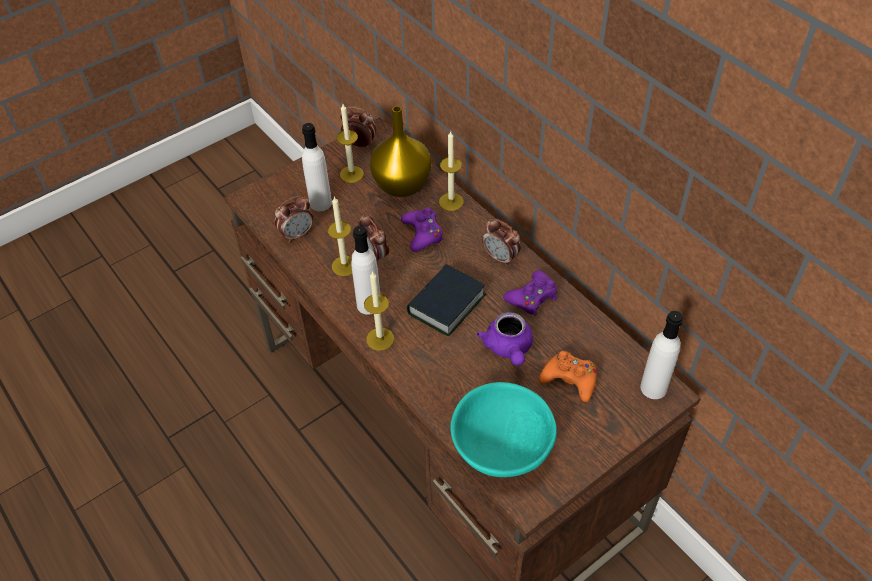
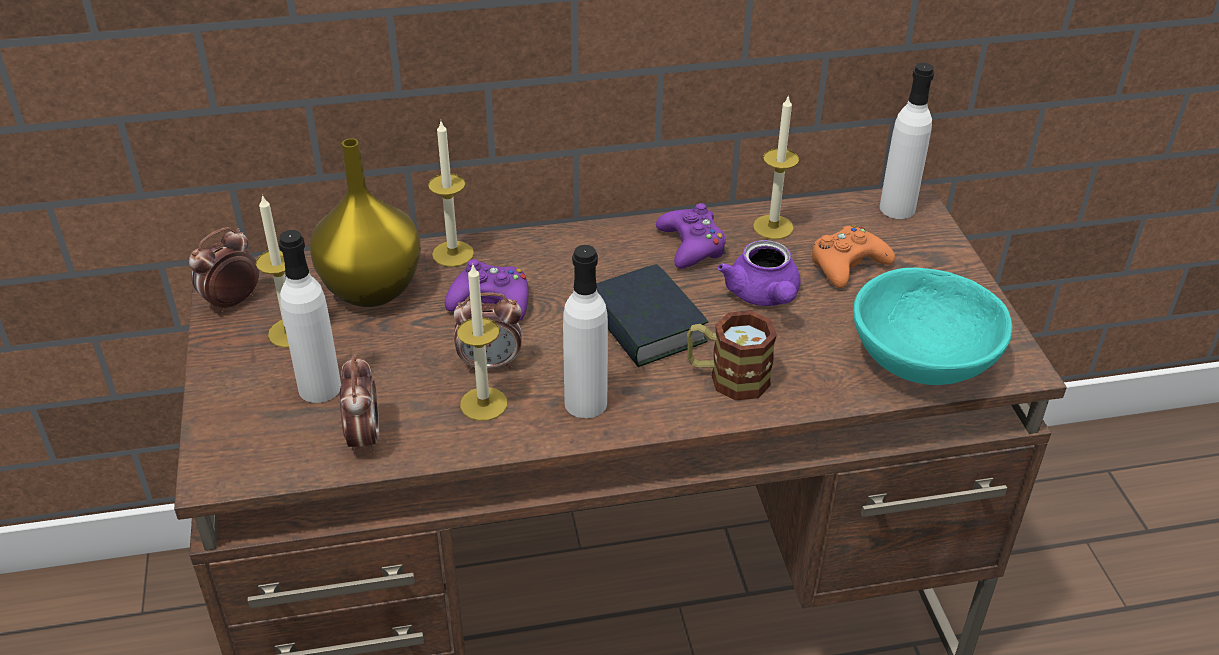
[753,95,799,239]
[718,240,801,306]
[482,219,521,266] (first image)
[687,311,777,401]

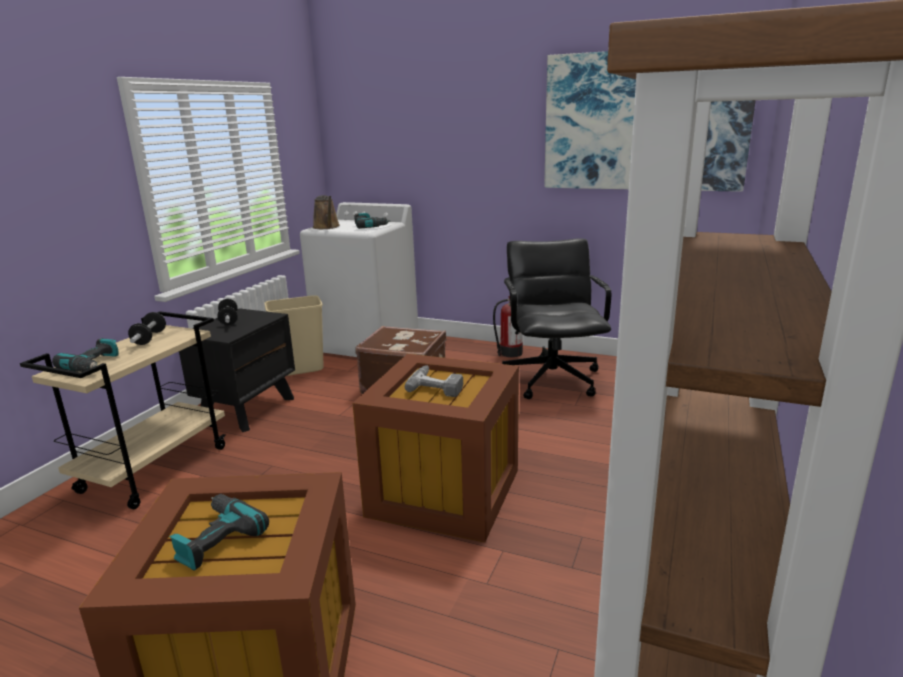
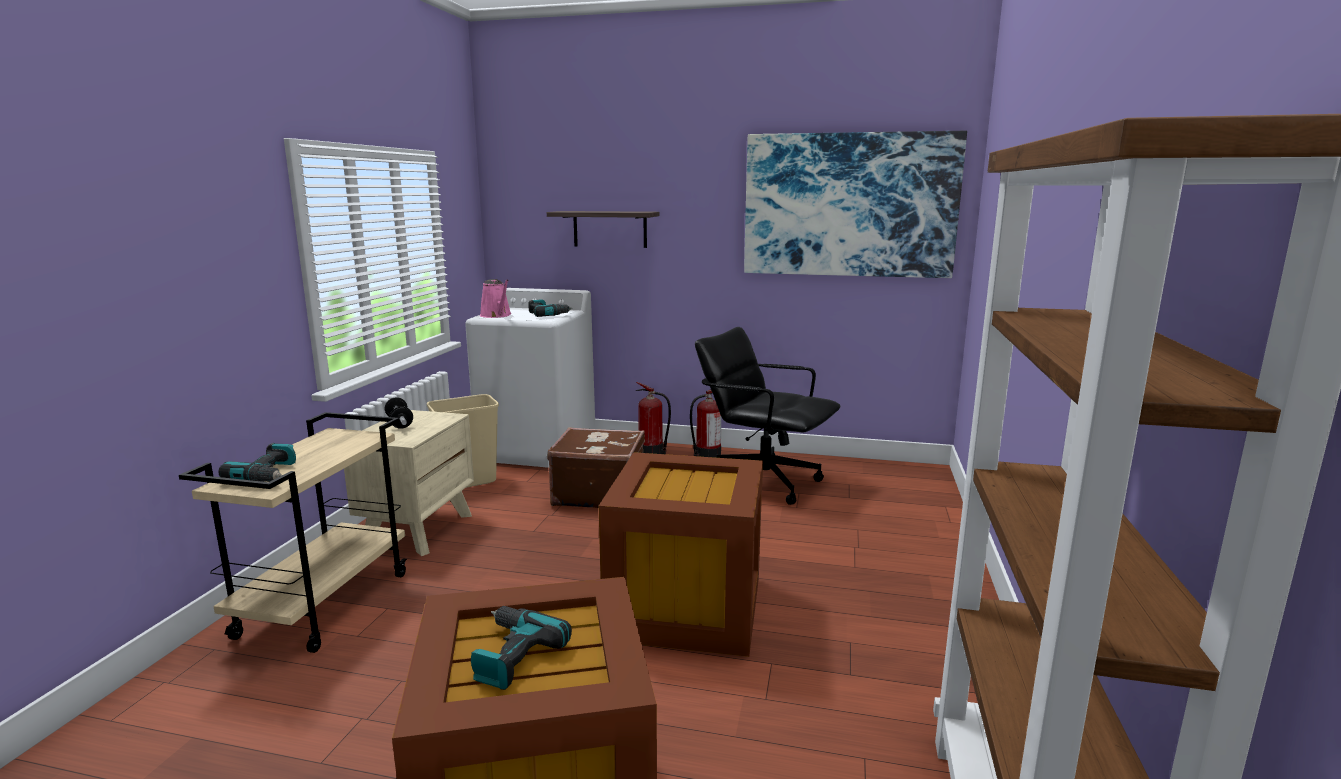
[128,312,166,345] (first image)
[344,410,474,556]
[480,279,511,318]
[405,366,463,397] (first image)
[695,327,841,505]
[547,211,660,248]
[636,382,671,454]

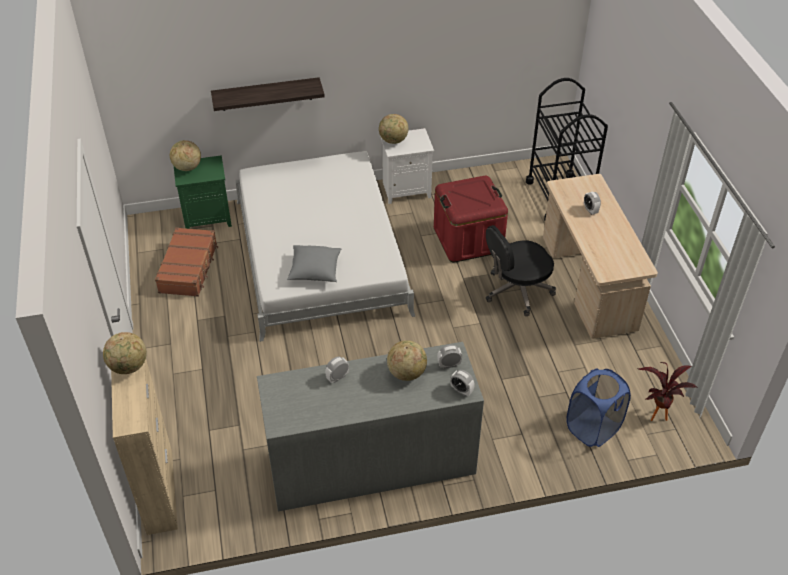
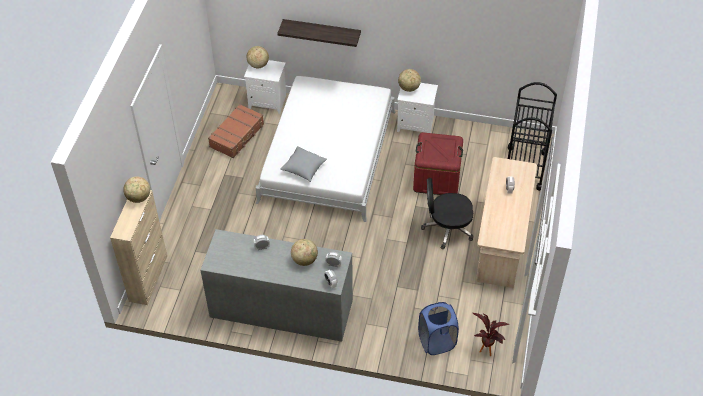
[244,60,286,114]

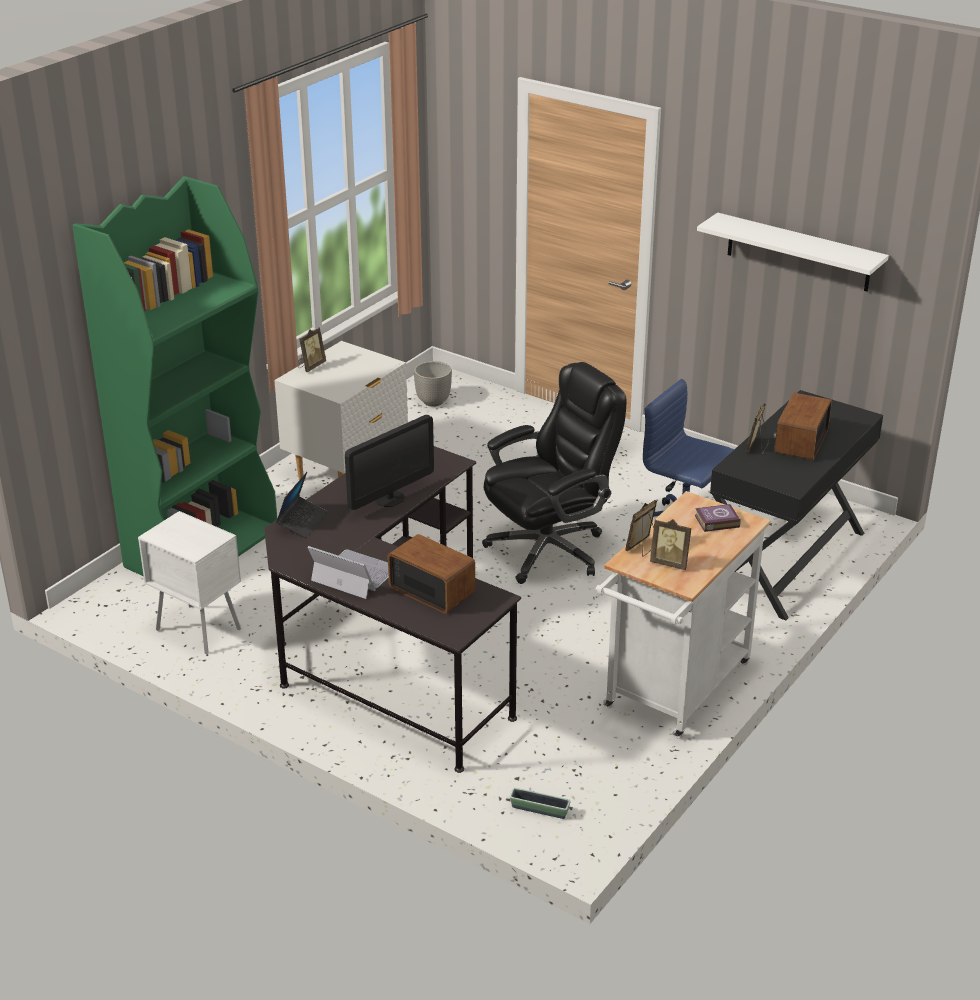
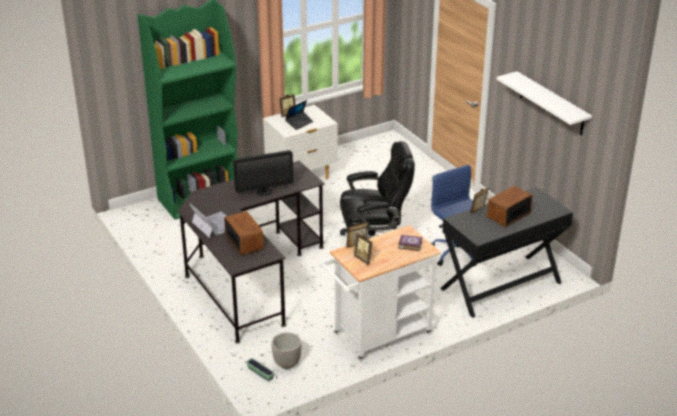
[138,511,241,654] (first image)
[285,100,314,130]
[271,332,302,369]

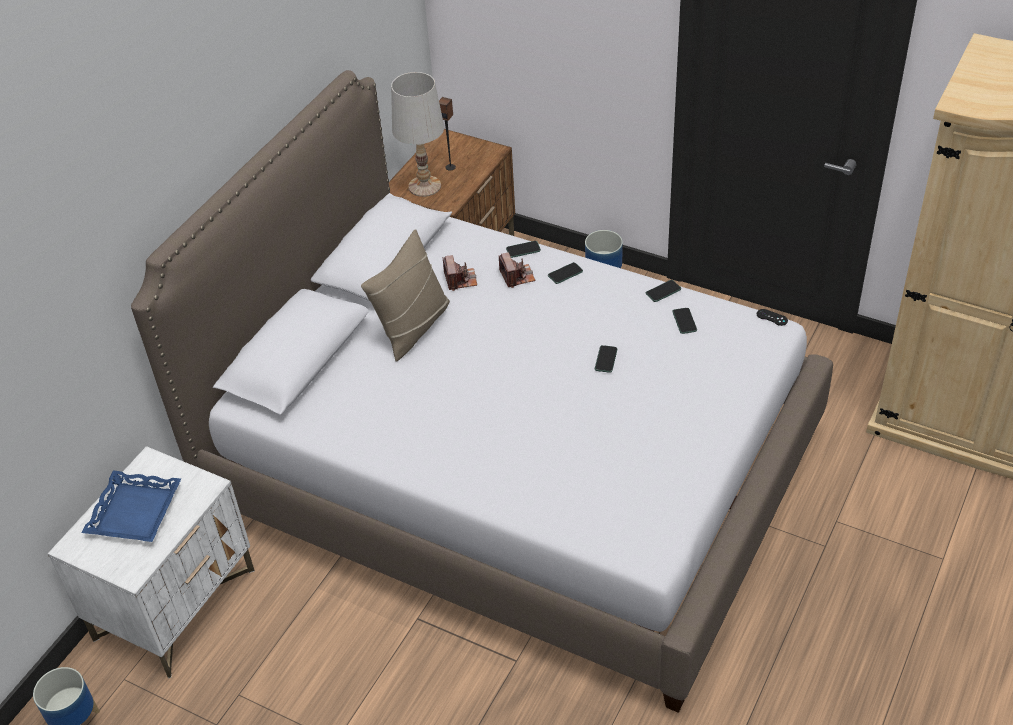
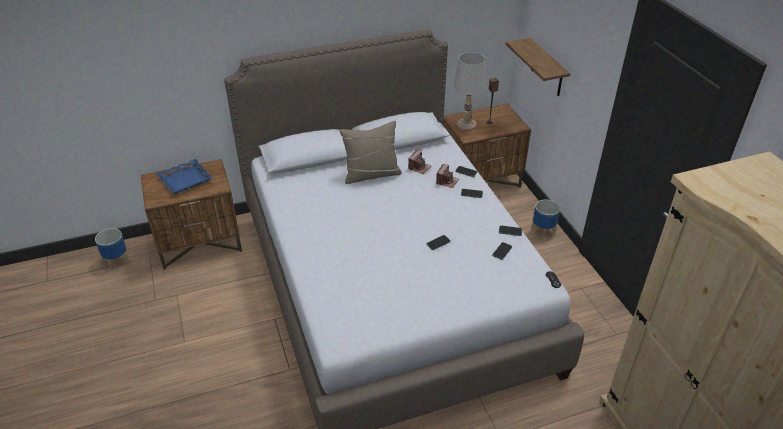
[140,159,242,270]
[506,38,570,96]

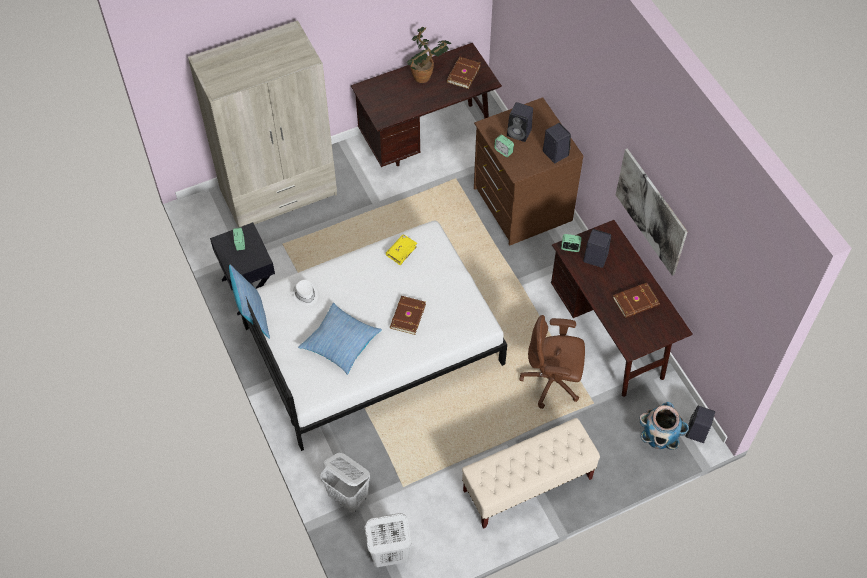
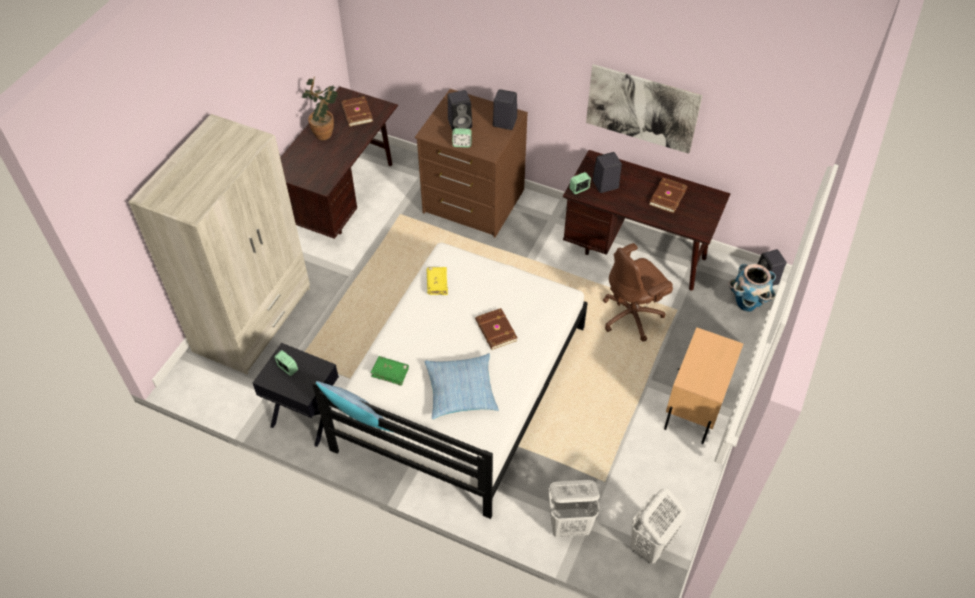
[371,356,409,386]
[664,327,743,444]

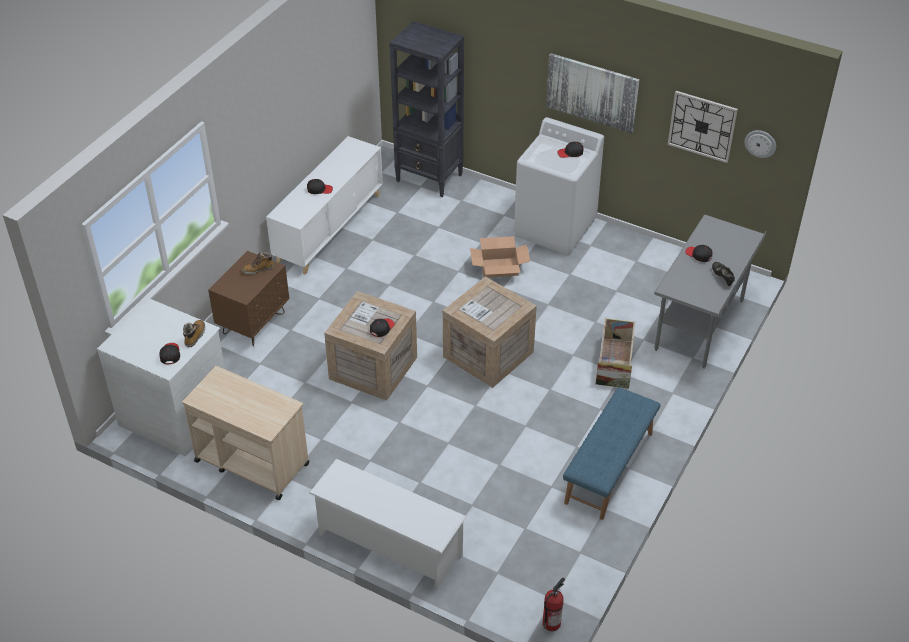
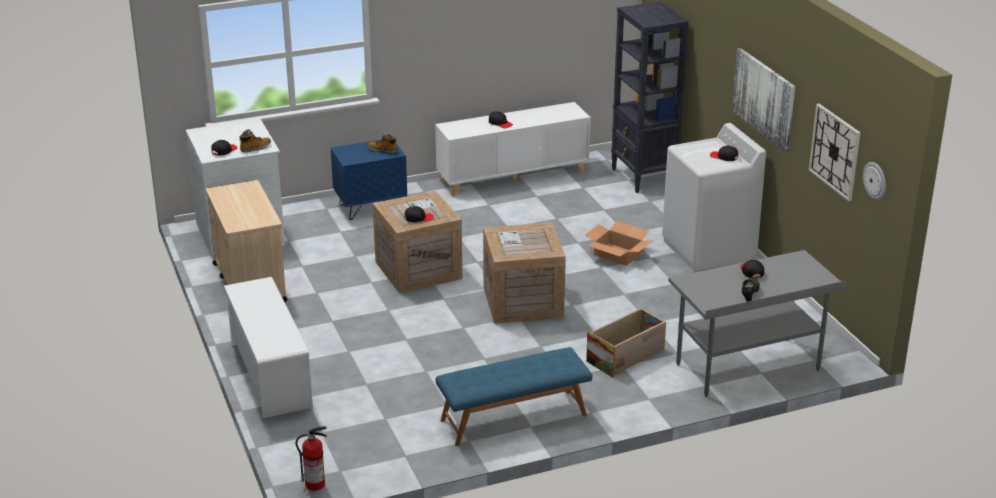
[331,140,407,220]

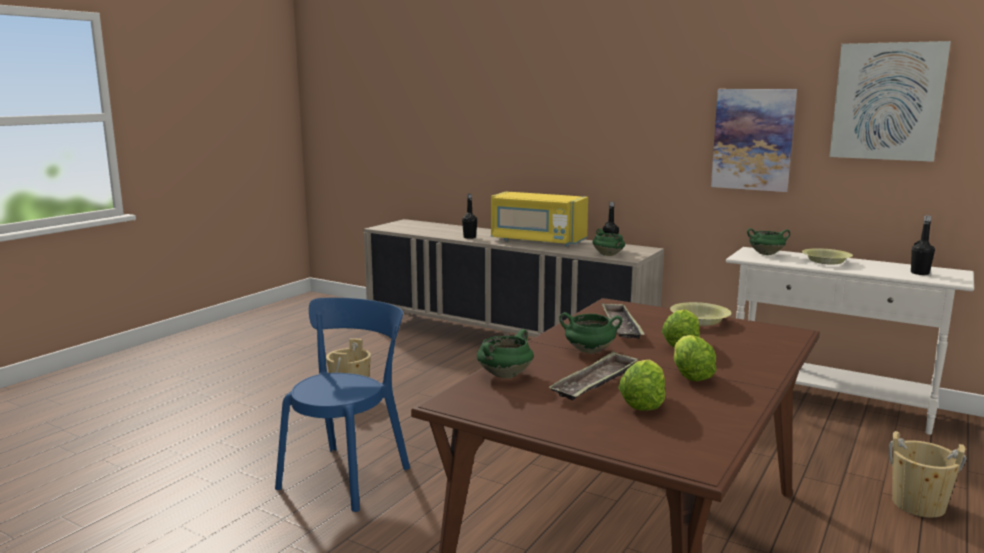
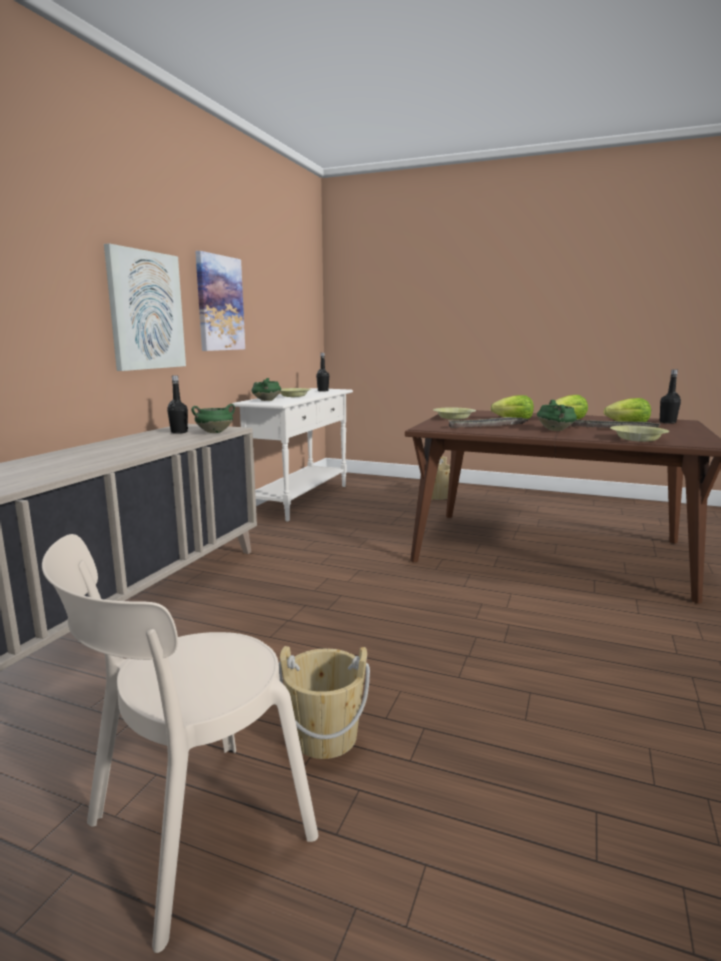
[275,298,410,512] (first image)
[659,369,681,424]
[610,425,669,442]
[491,192,588,246] (first image)
[104,243,186,371]
[42,534,318,953]

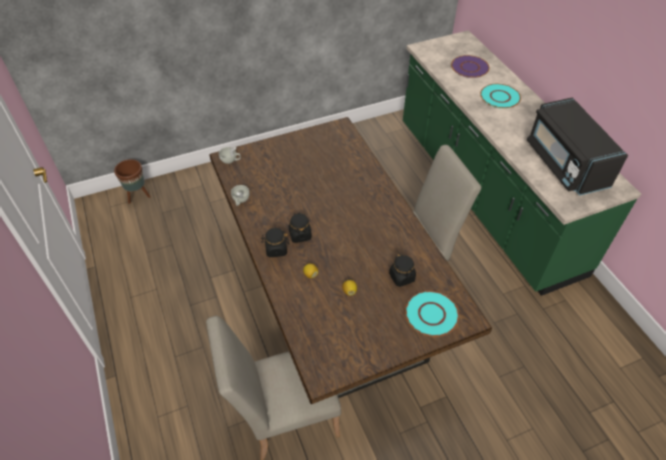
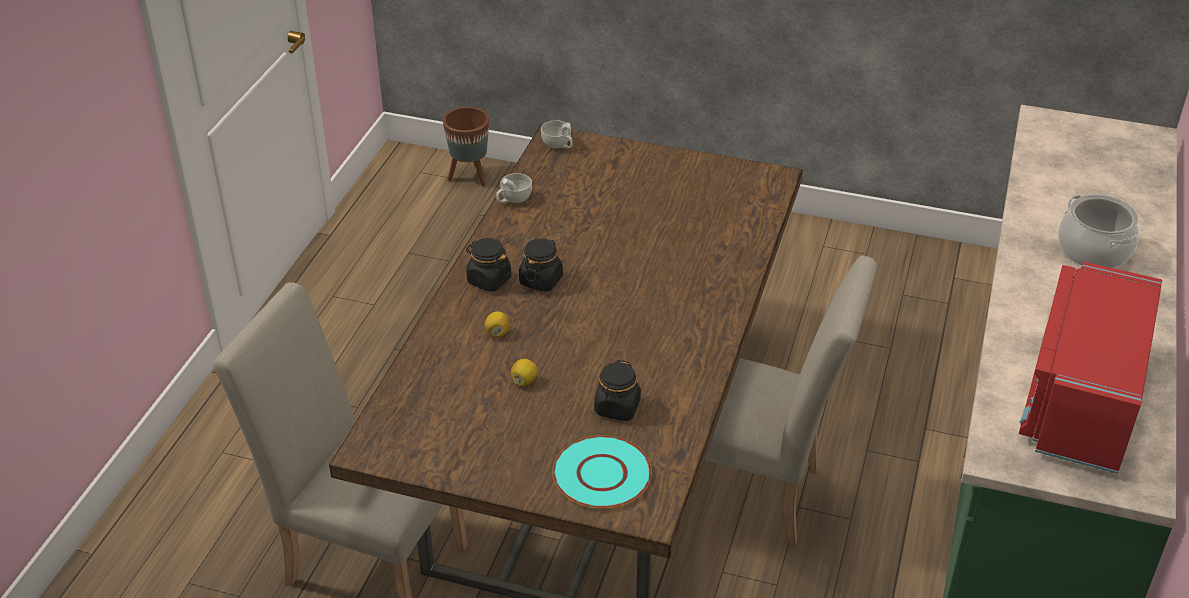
[451,55,489,78] (first image)
[1058,194,1139,268]
[1019,262,1162,474]

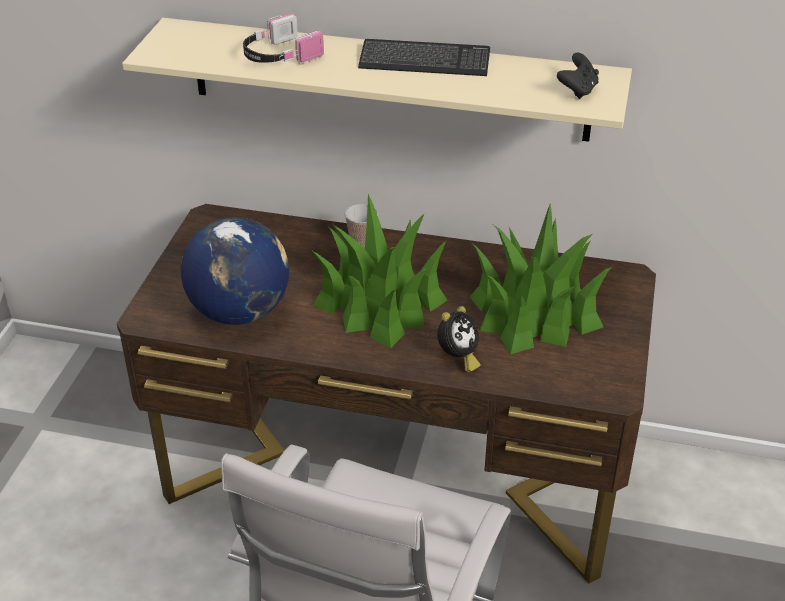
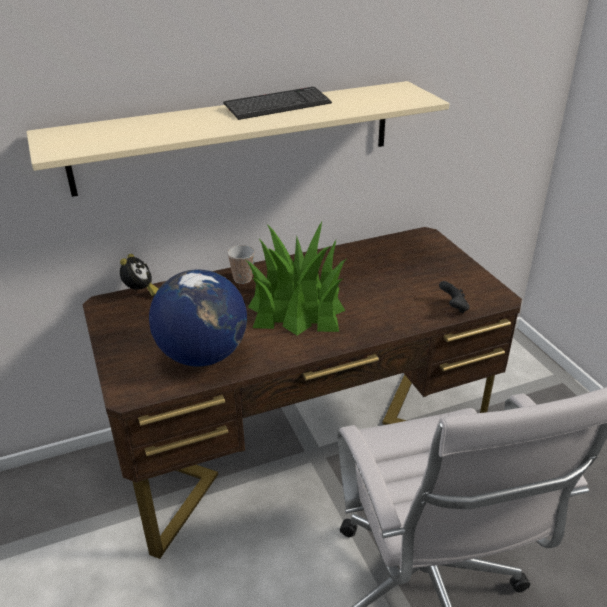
[243,14,324,65] (first image)
[120,254,158,296]
[470,204,612,354] (first image)
[439,281,469,313]

